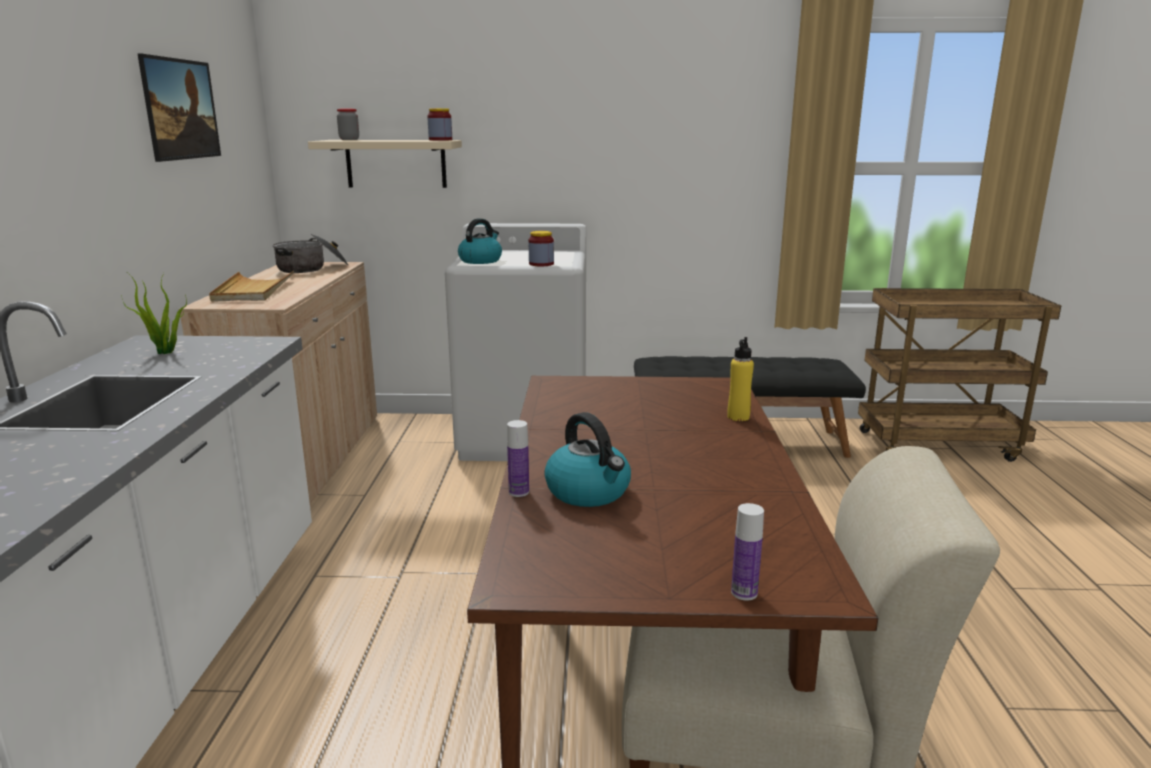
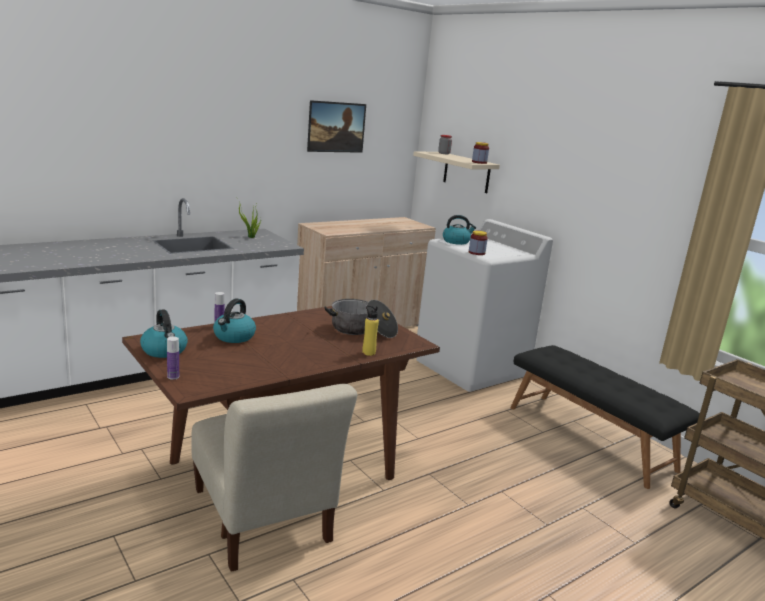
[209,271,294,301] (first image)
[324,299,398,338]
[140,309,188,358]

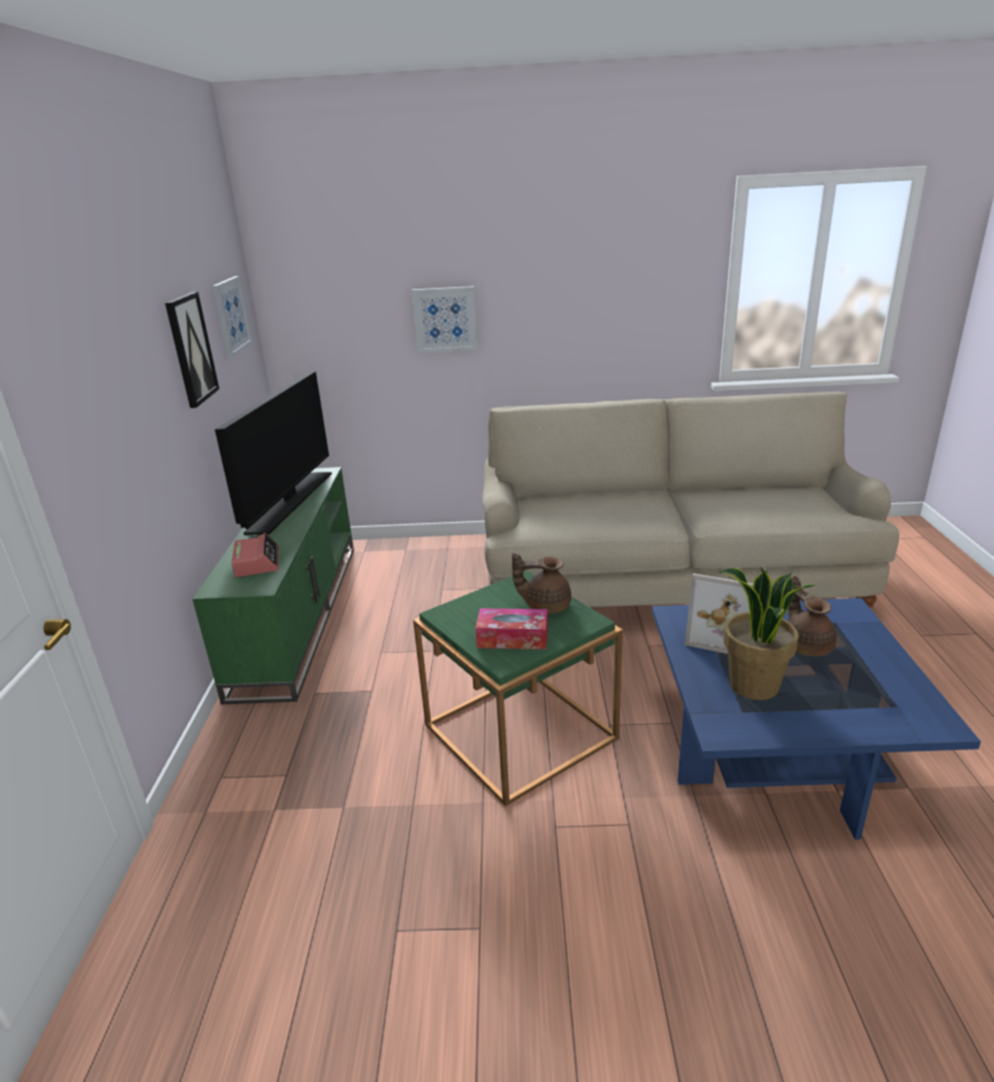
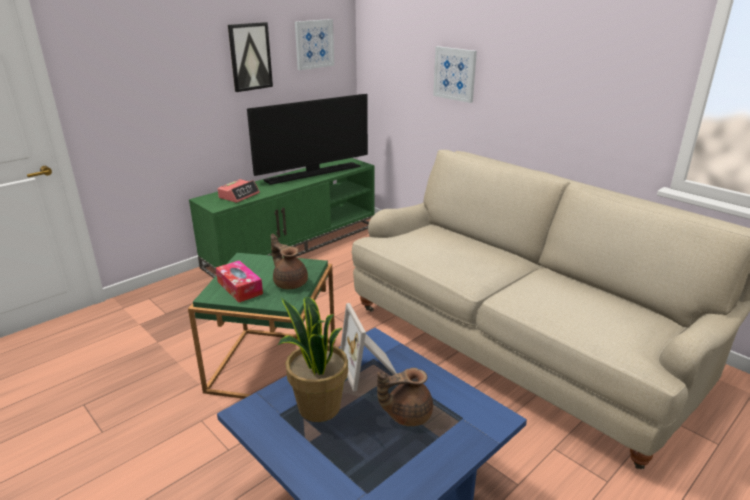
[377,368,433,426]

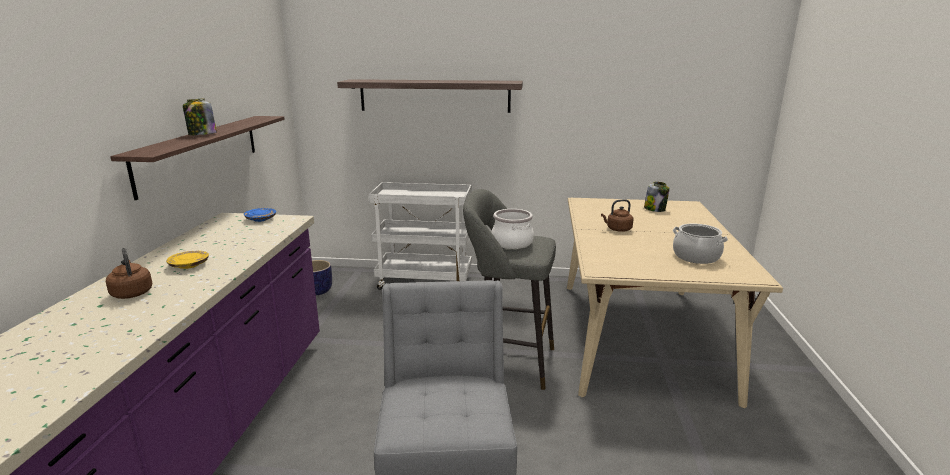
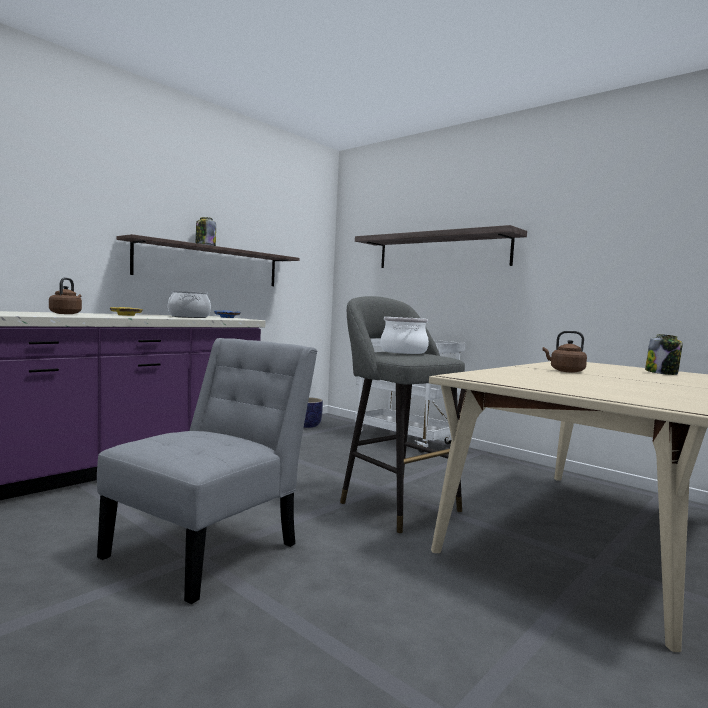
[168,291,211,318]

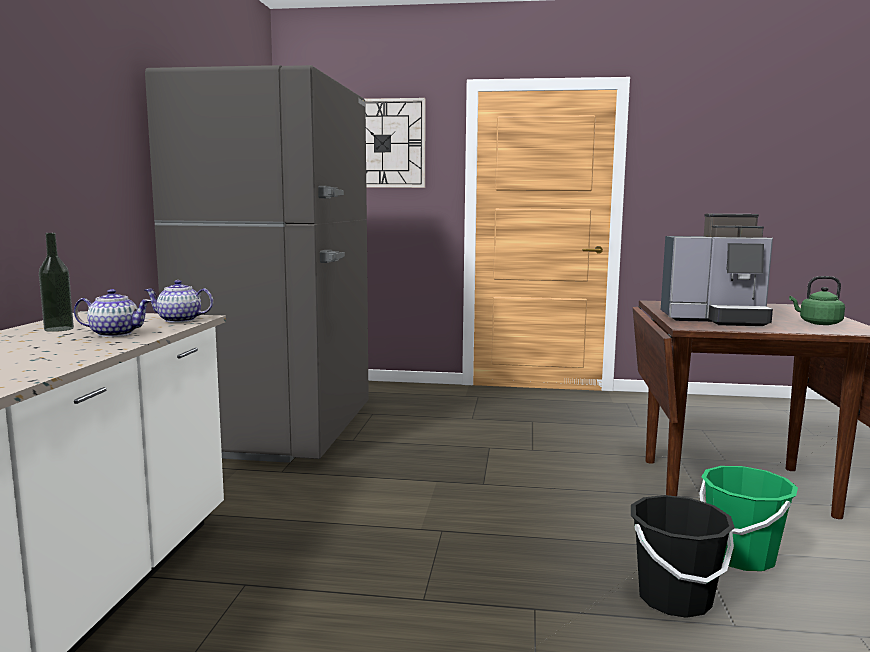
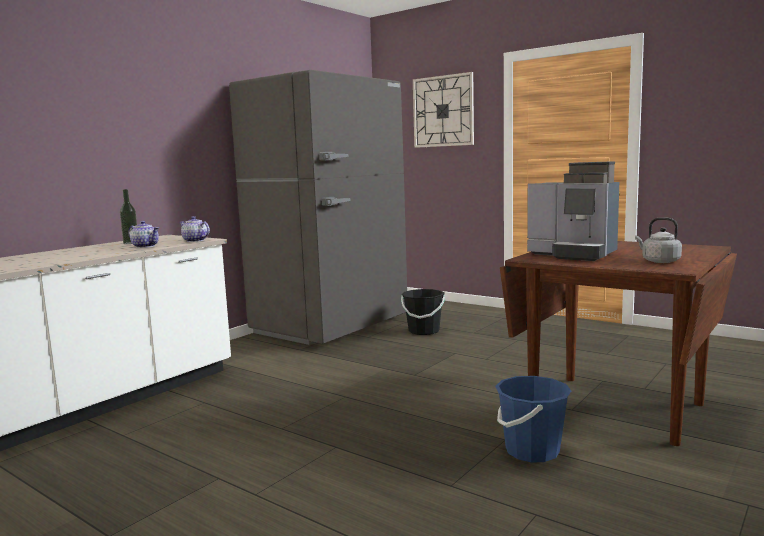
[401,289,445,335]
[495,376,571,463]
[635,217,682,263]

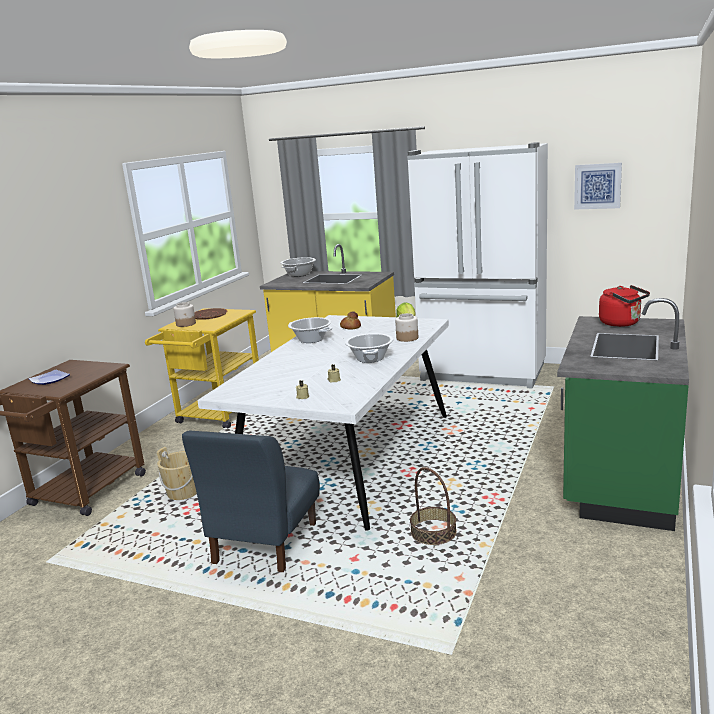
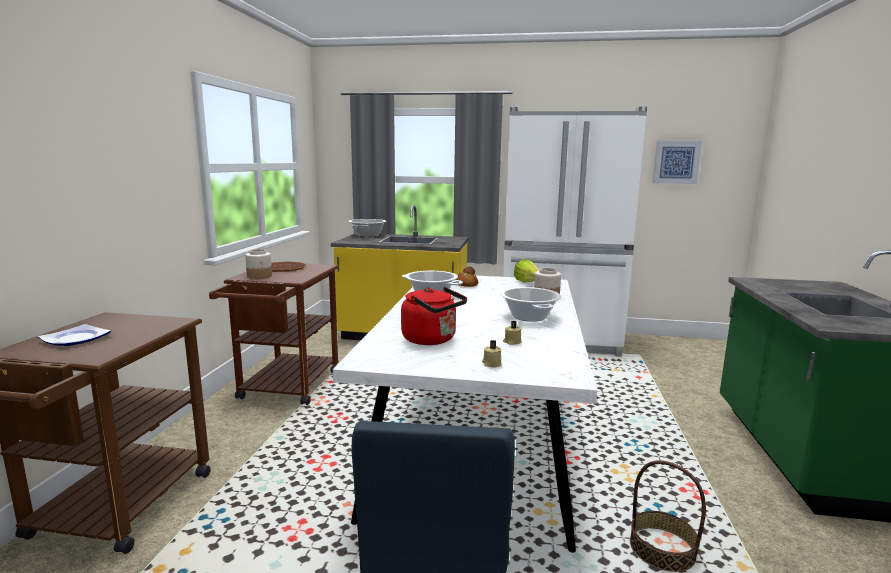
[209,262,339,405]
[156,447,197,500] (first image)
[401,287,467,345]

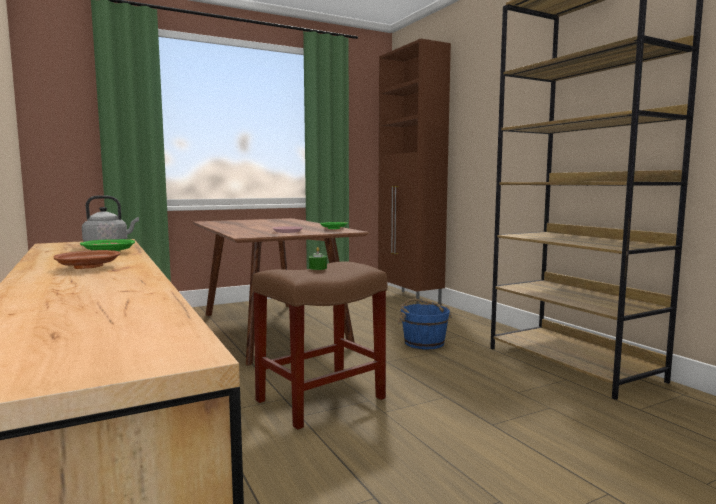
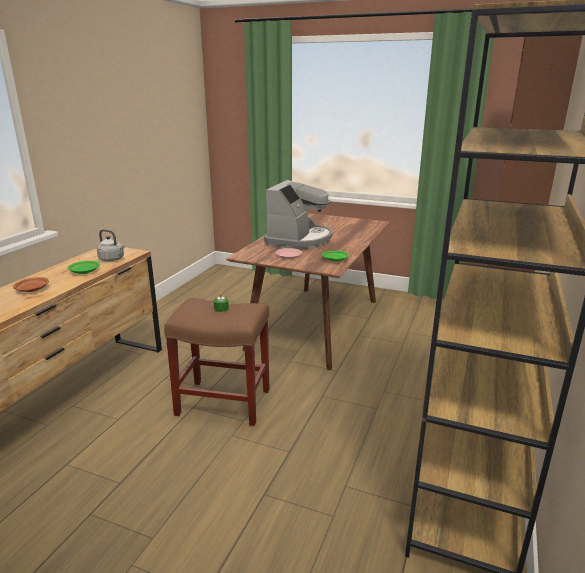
[397,299,452,350] (first image)
[264,180,332,249]

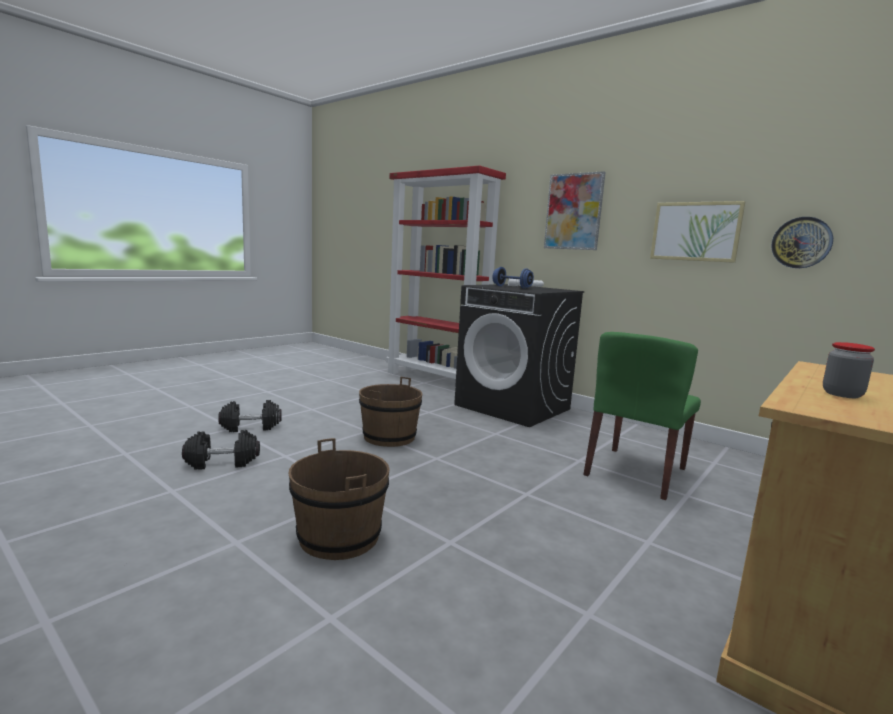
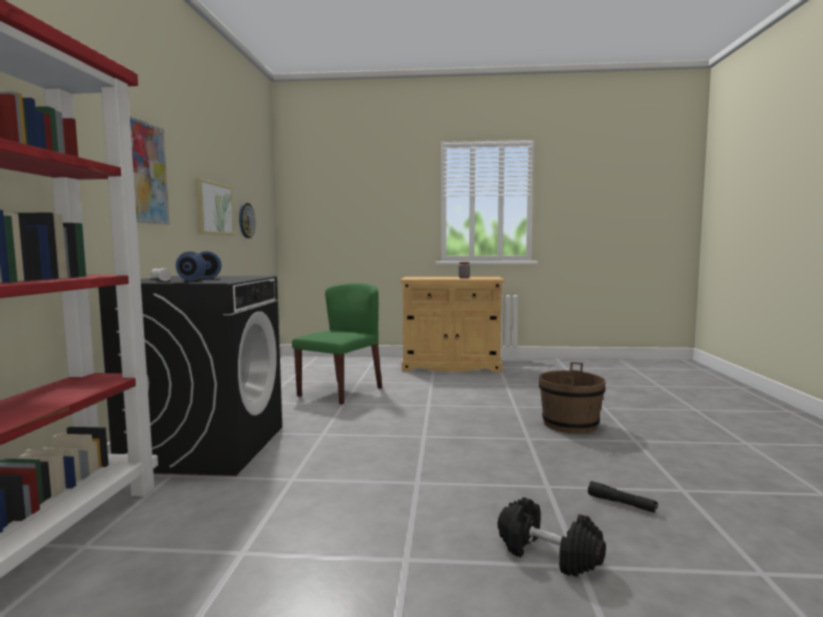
[588,481,658,512]
[359,377,422,447] (first image)
[292,283,382,405]

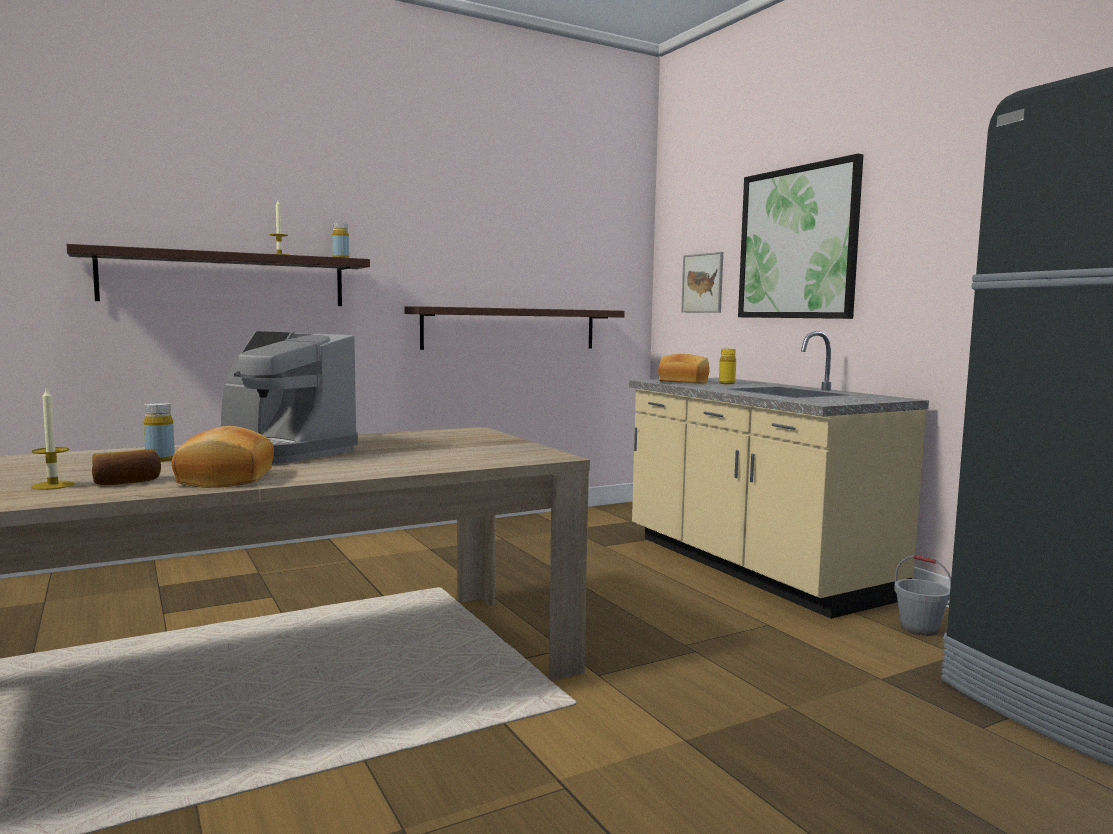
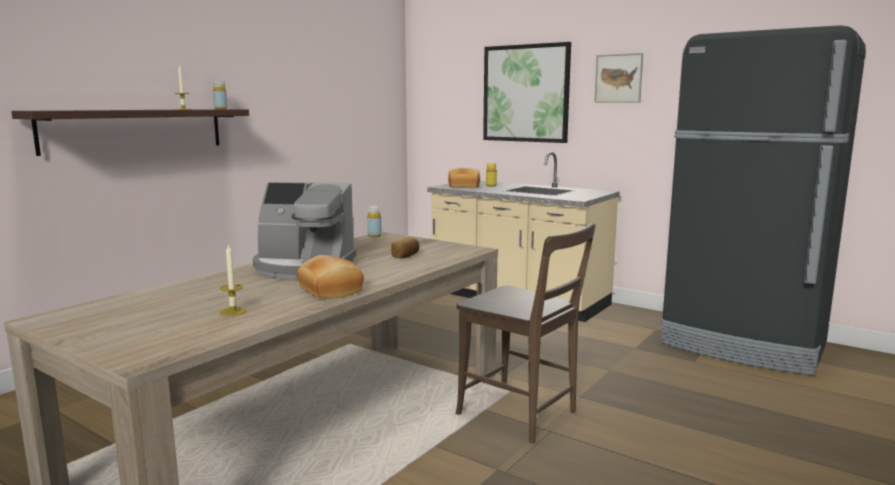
[391,238,420,258]
[367,206,382,237]
[404,306,625,350] (first image)
[594,53,643,103]
[894,555,951,636] (first image)
[456,223,596,444]

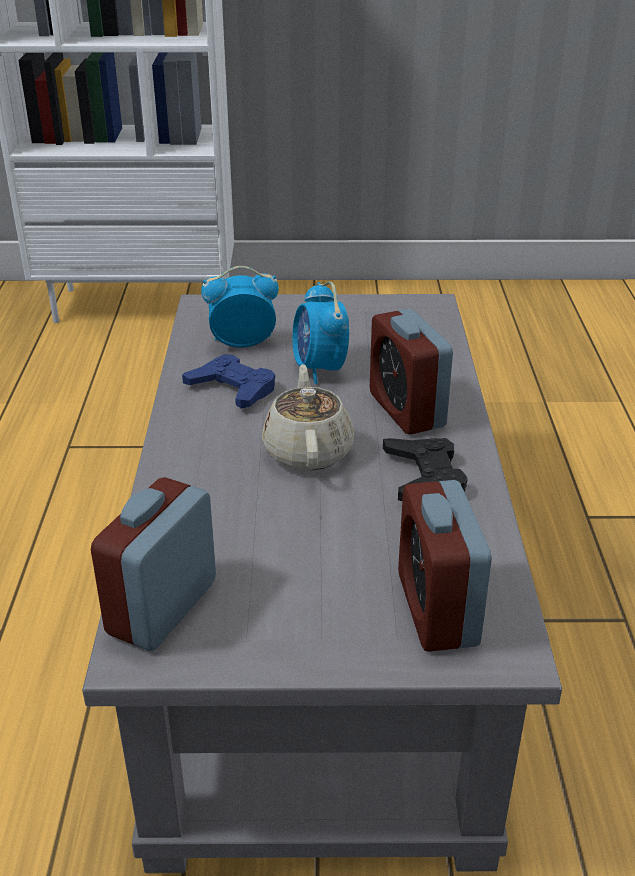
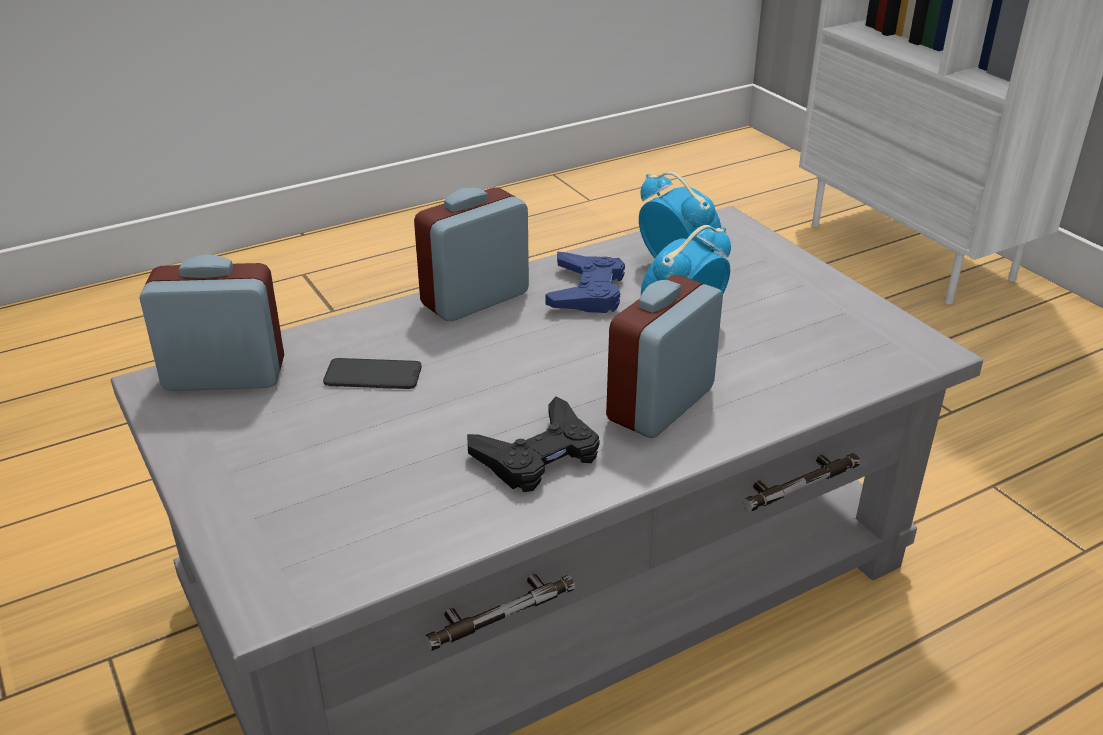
[262,364,354,471] (first image)
[414,187,529,321]
[323,358,422,389]

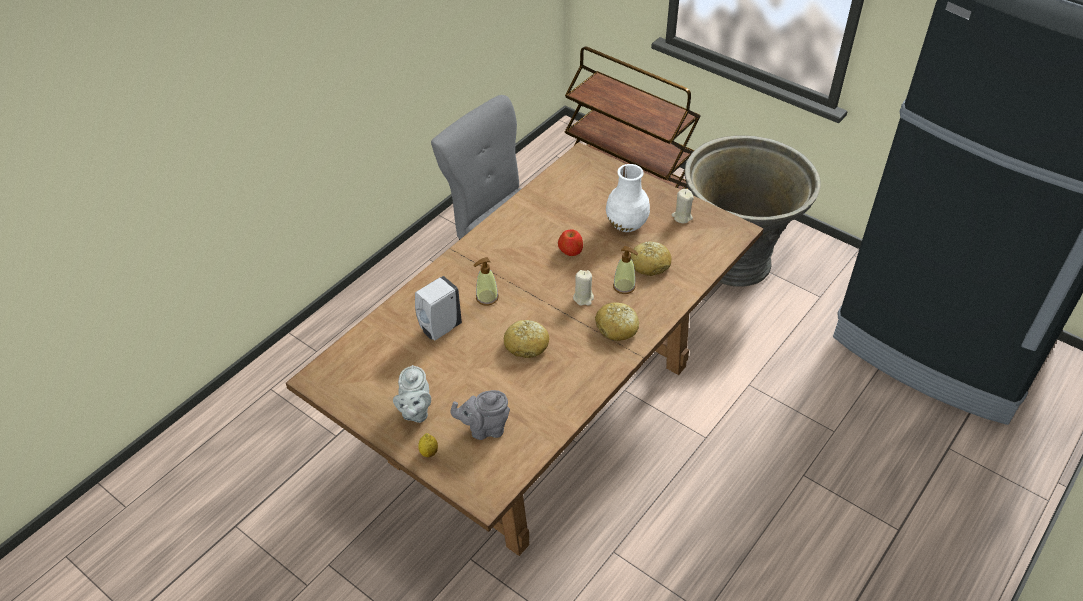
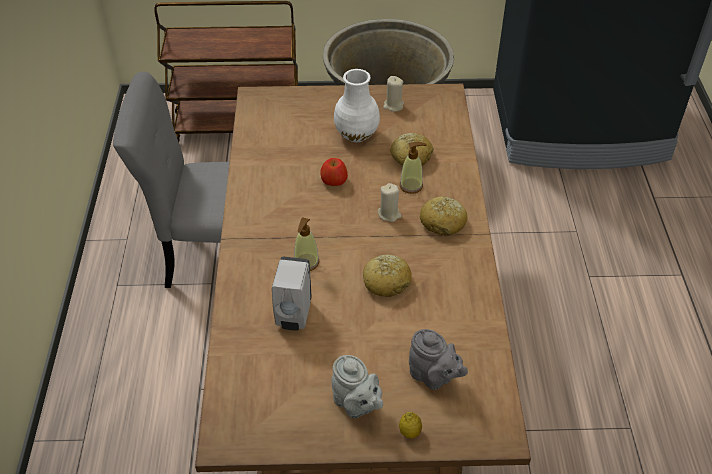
[409,329,468,390]

